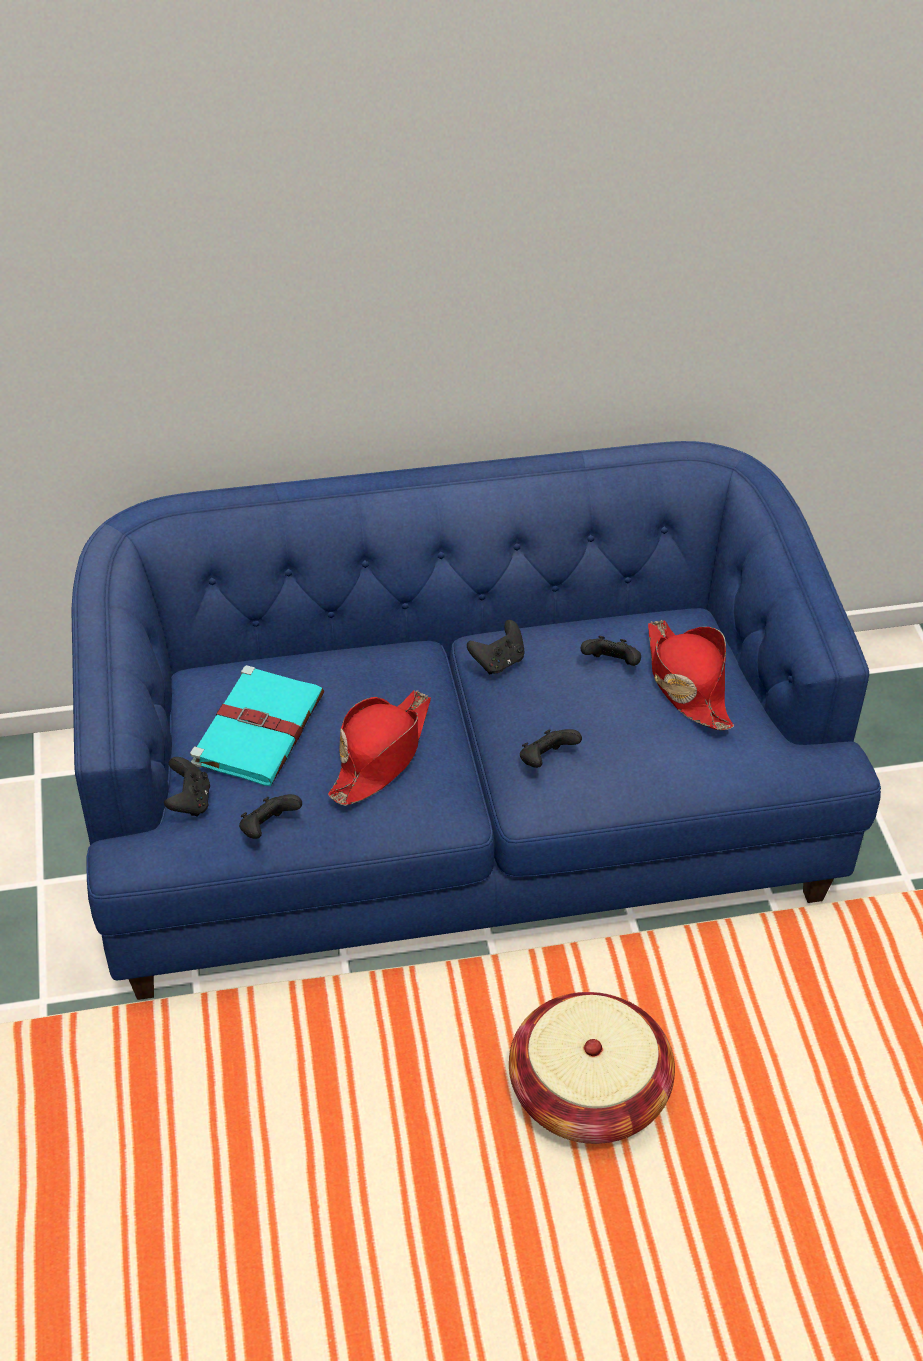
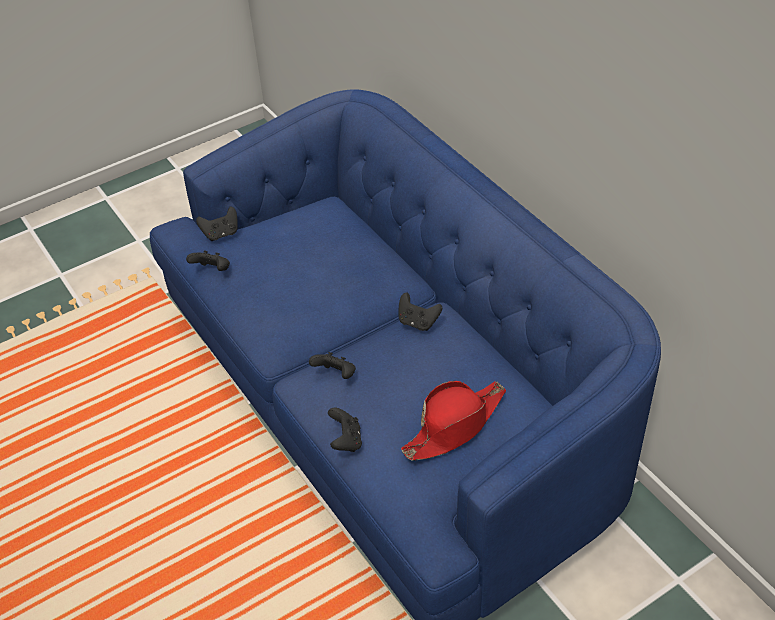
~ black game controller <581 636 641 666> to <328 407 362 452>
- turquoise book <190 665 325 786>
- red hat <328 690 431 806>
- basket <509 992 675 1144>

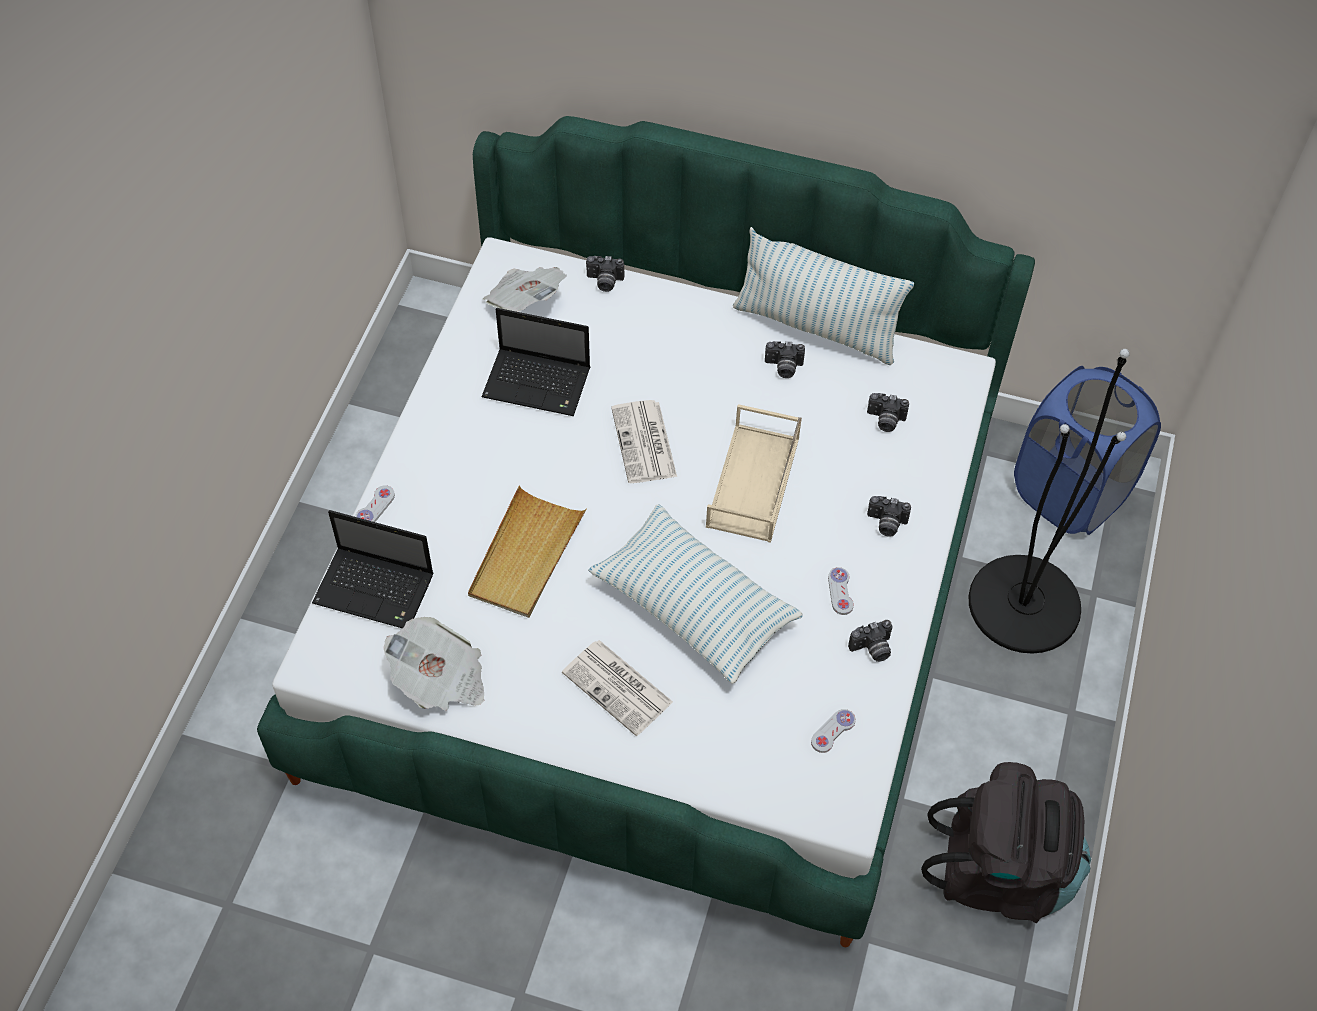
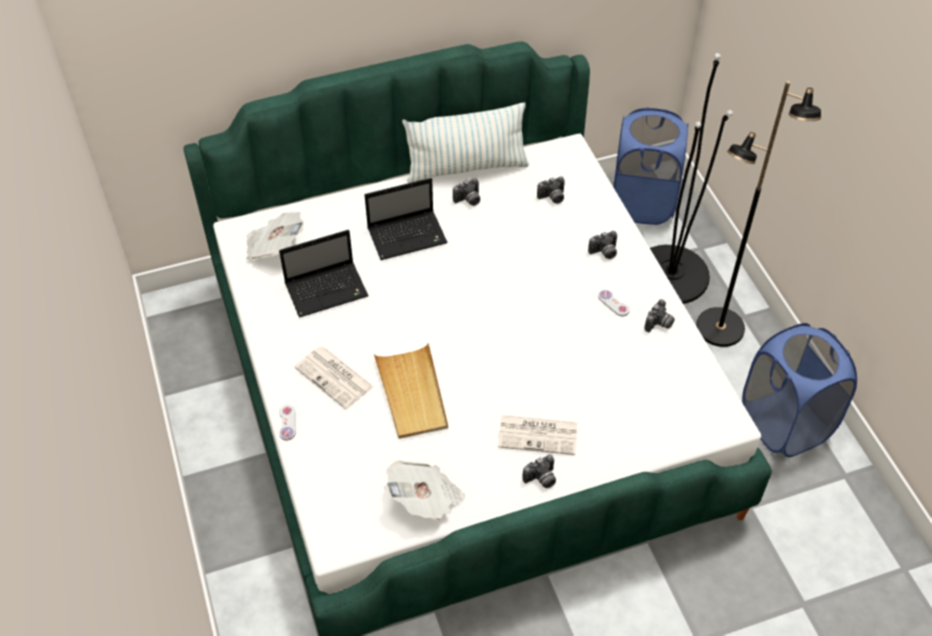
~ photo camera <586 256 624 292> to <522 455 556 488>
~ newspaper <611 400 677 483> to <295 346 374 409>
- beige tray <706 404 802 543>
- pillow <588 504 803 684>
~ laptop <312 510 434 629> to <365 178 448 260>
- white game controller <811 709 856 753>
~ black backpack <921 762 1091 923> to blue laundry basket <742 323 857 457>
+ black floor lamp <696 81 821 347>

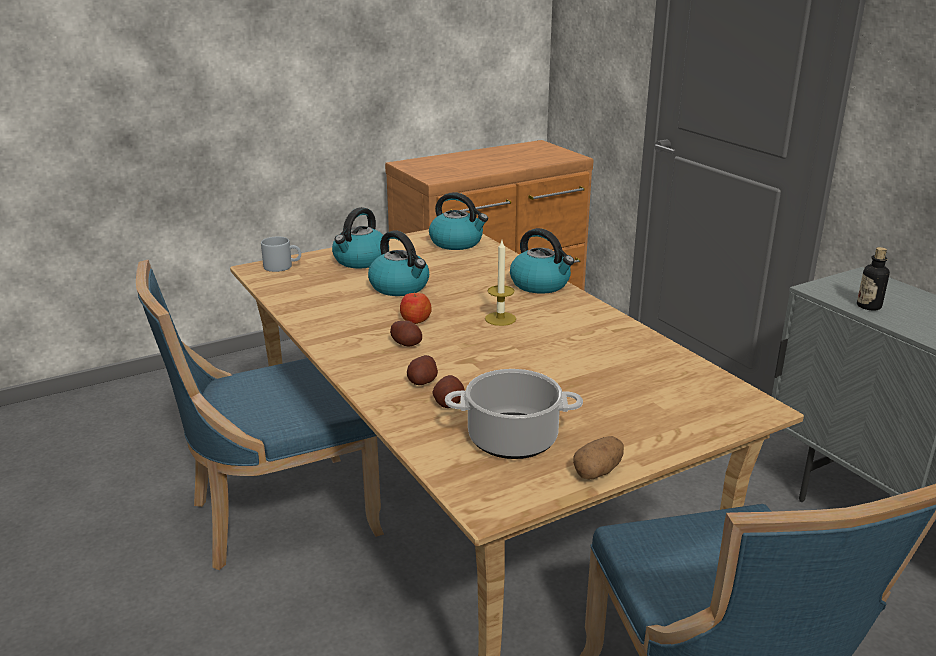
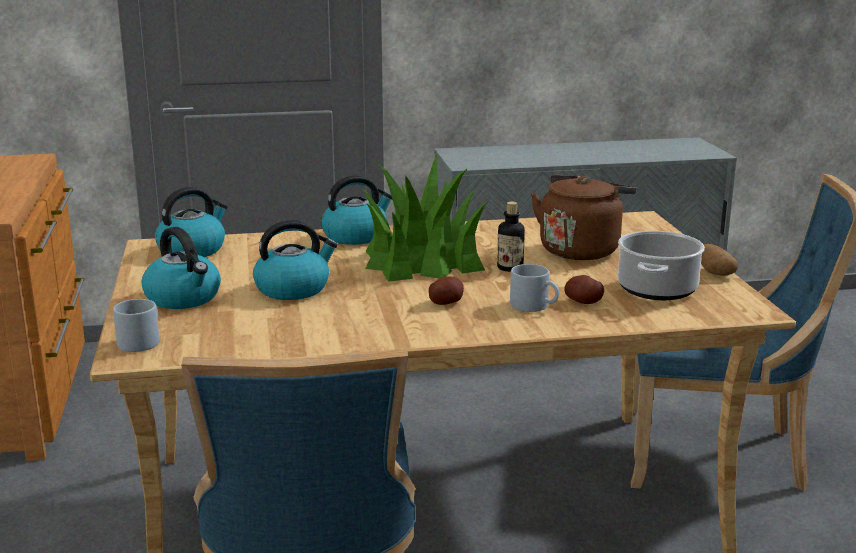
~ candle <485 241 516 326> to potted plant <363 154 487 282>
~ bottle <857 247 890 311> to <497 202 525 272>
- apple <400 291 432 324>
~ potato <407 355 438 385> to grey mug <510 264 559 312>
+ brown kettle <531 175 636 260>

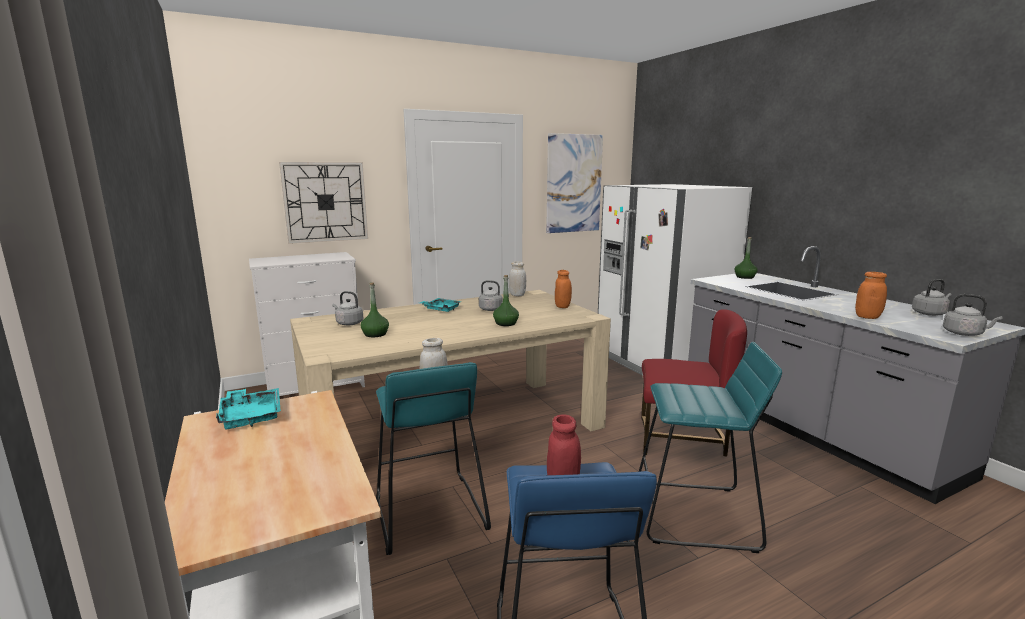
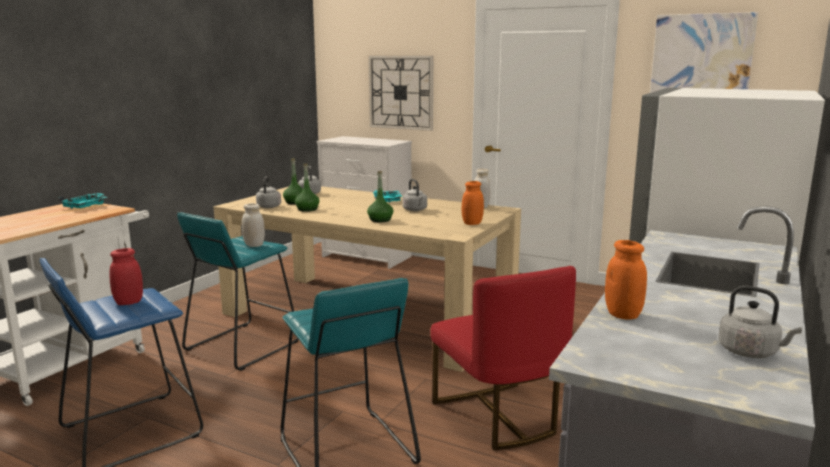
~ green bottle <734 237 758 279> to <295 163 320 212>
~ grey kettle <943 294 1002 336> to <256 176 281 208>

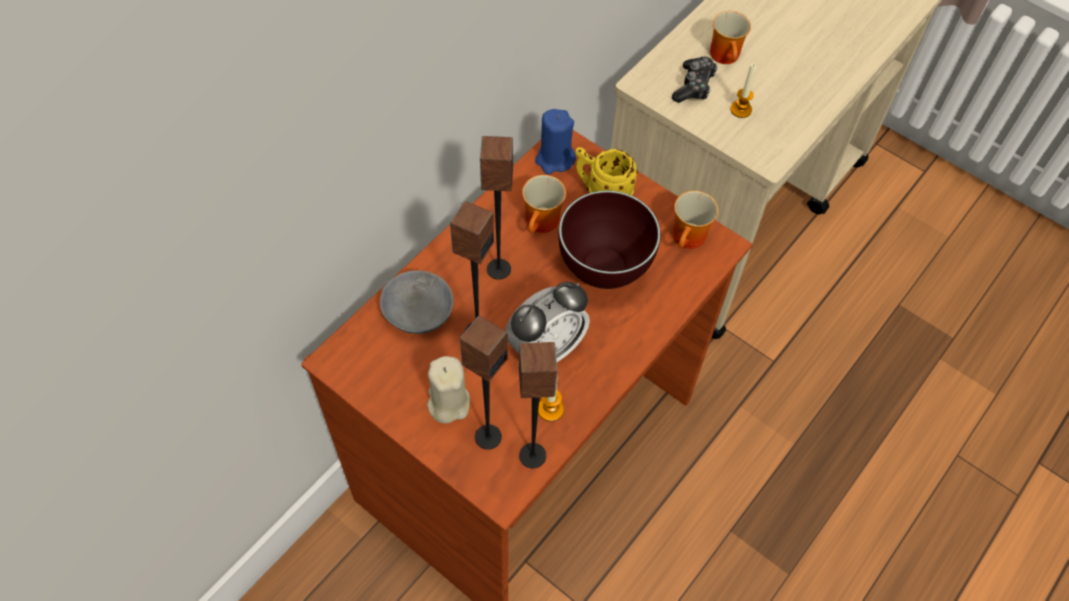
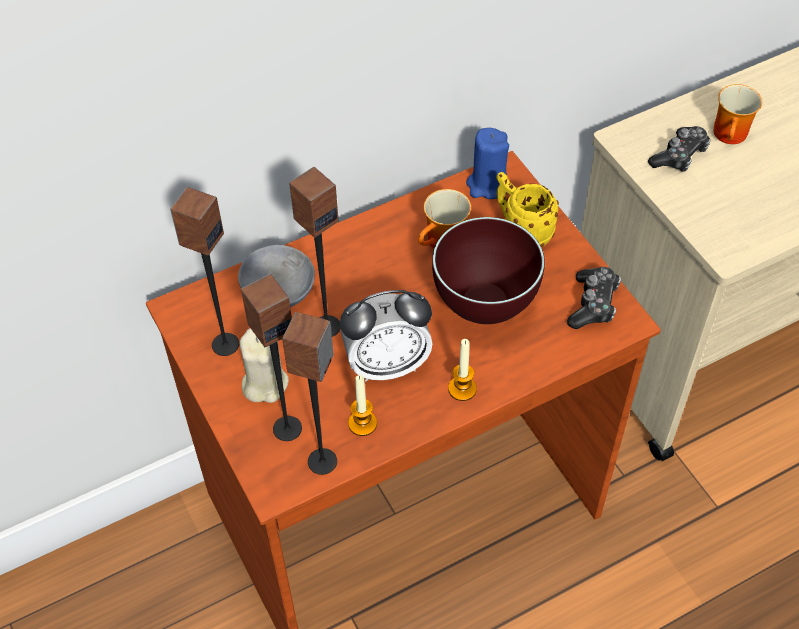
~ candle <730 63 757 118> to <448 339 477 401>
~ speaker <480 136 513 280> to <170 187 239 356>
~ mug <672 191 719 249> to game controller <567 267 621 329>

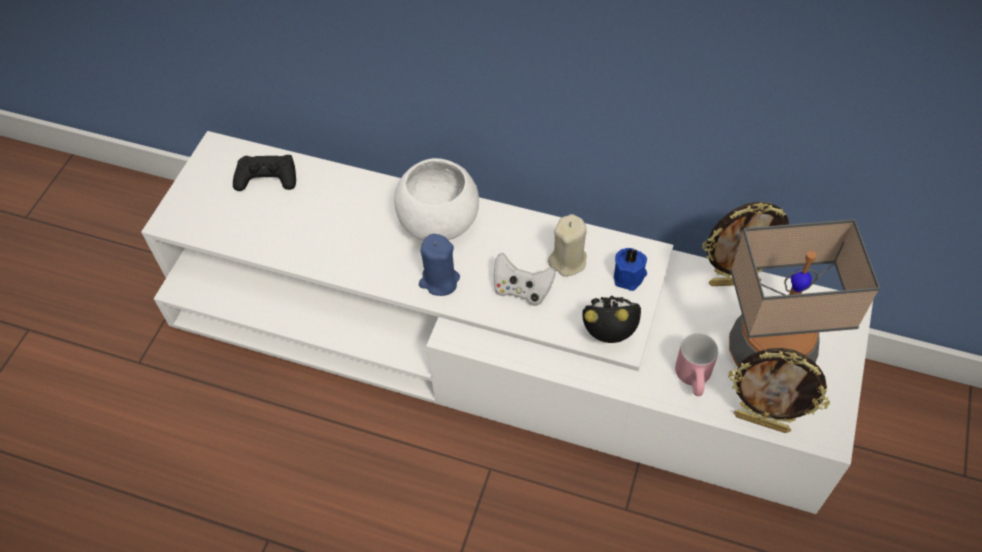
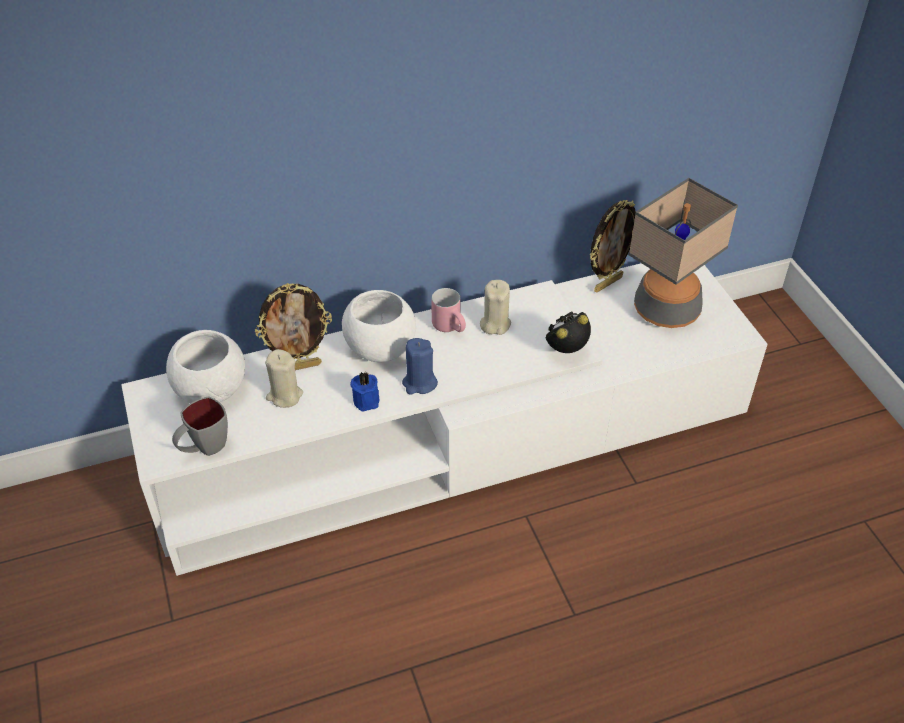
~ black game controller <233 155 296 191> to white bowl <166 330 245 403>
~ blue candle <614 248 647 291> to <350 372 379 412>
- white game controller <494 253 556 306>
~ pink mug <675 333 718 396> to <431 288 466 332>
~ picture frame <728 348 830 433> to <255 283 332 370>
+ beige candle <265 349 303 408>
+ grey mug <172 397 228 456>

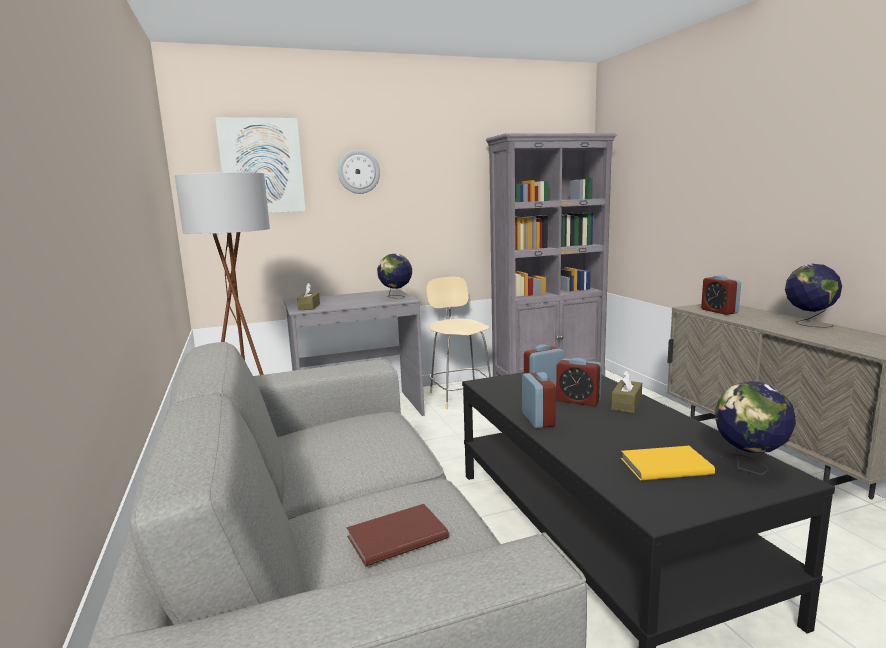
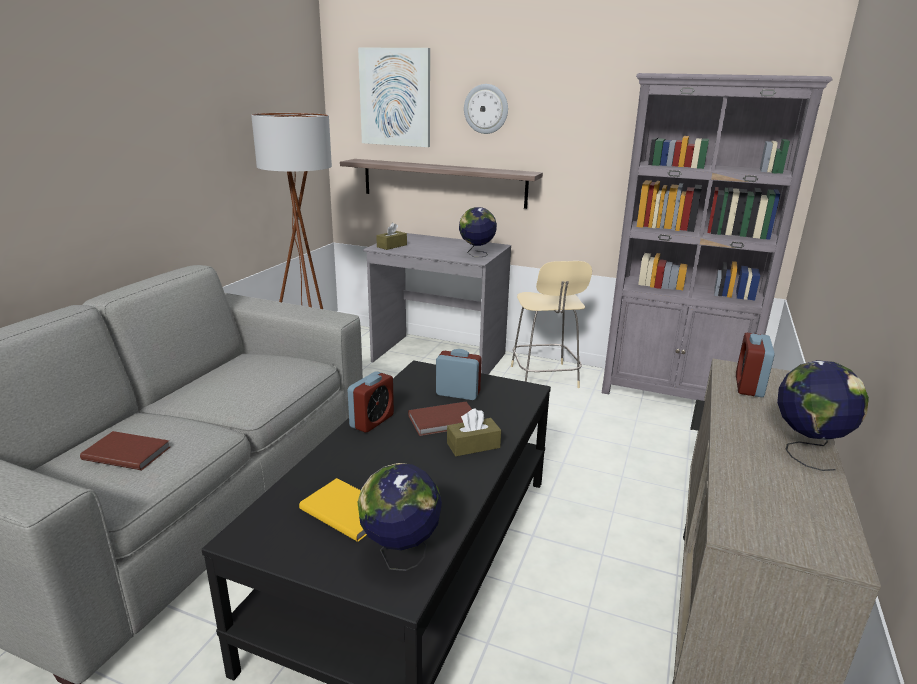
~ beige chair <426 277 491 409> = <511 261 592 388> 150 degrees clockwise
~ alarm clock <556 358 602 406> to brown book <408 402 472 436>
+ shelf <340 159 543 209>

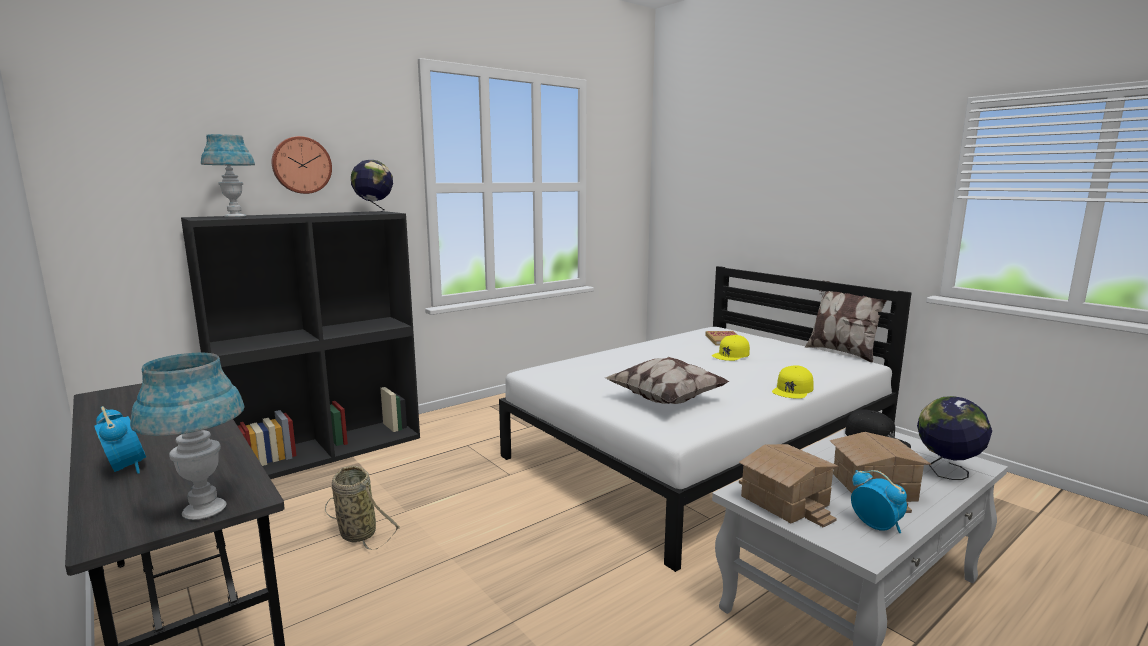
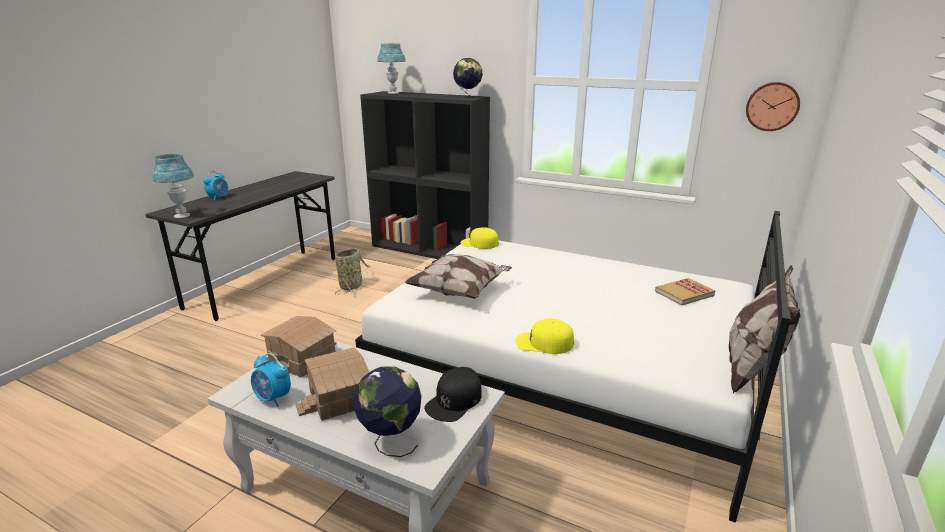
~ wall clock <272 136 332 194> to <746 82 800 131>
~ yellow cap <712 335 750 361> to <461 227 499 249>
~ alarm clock <851 470 907 533> = <251 353 291 407> 90 degrees clockwise

